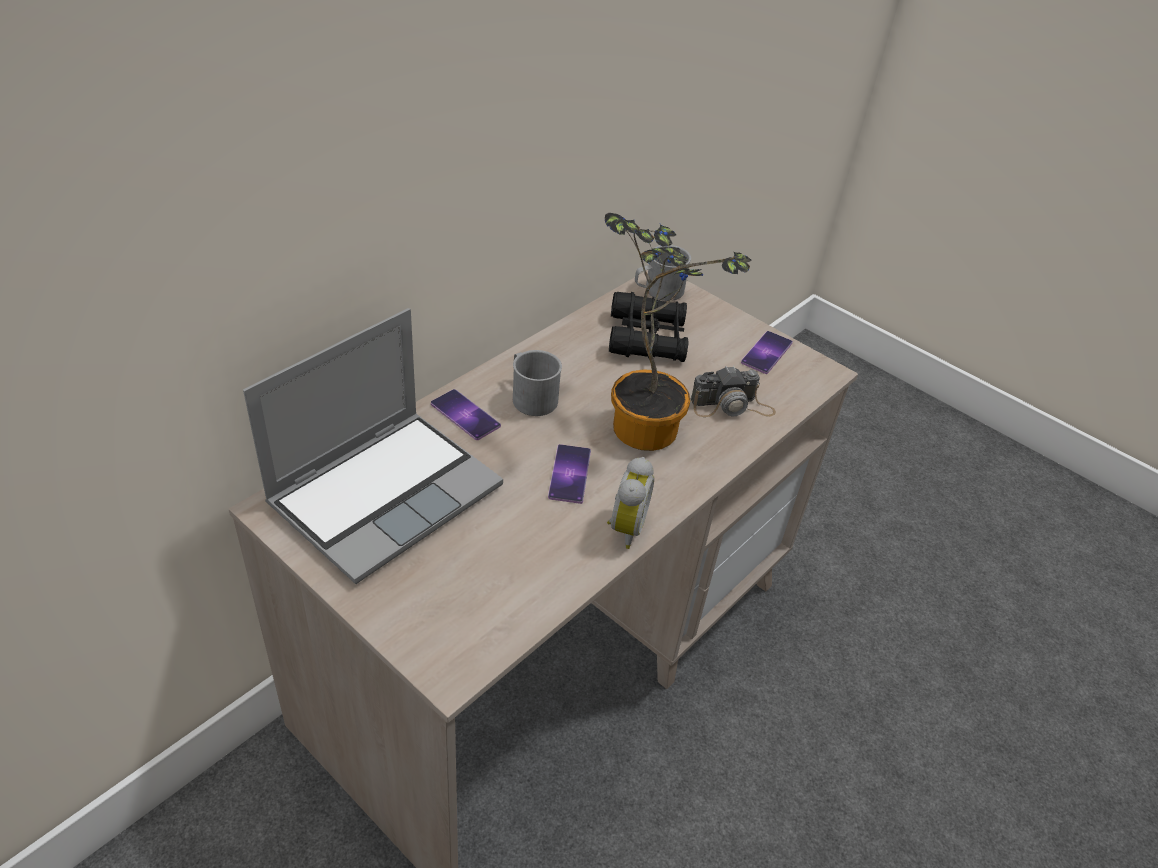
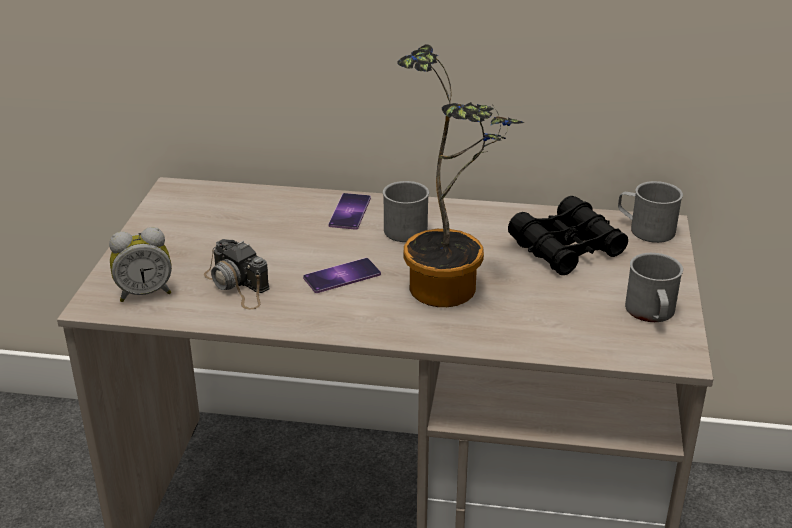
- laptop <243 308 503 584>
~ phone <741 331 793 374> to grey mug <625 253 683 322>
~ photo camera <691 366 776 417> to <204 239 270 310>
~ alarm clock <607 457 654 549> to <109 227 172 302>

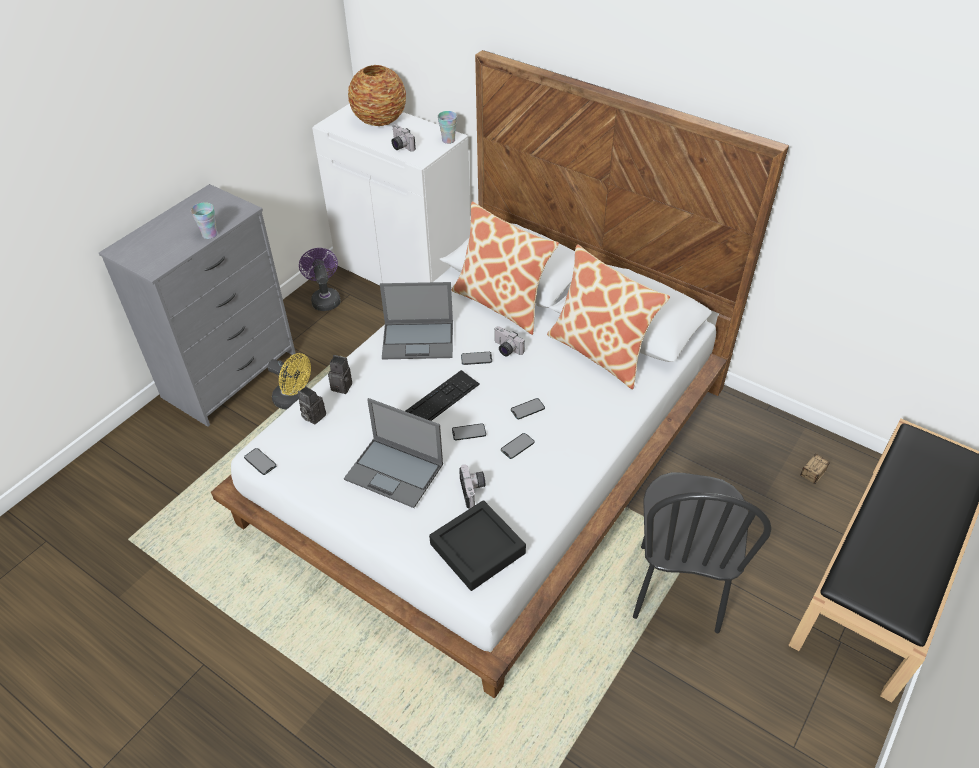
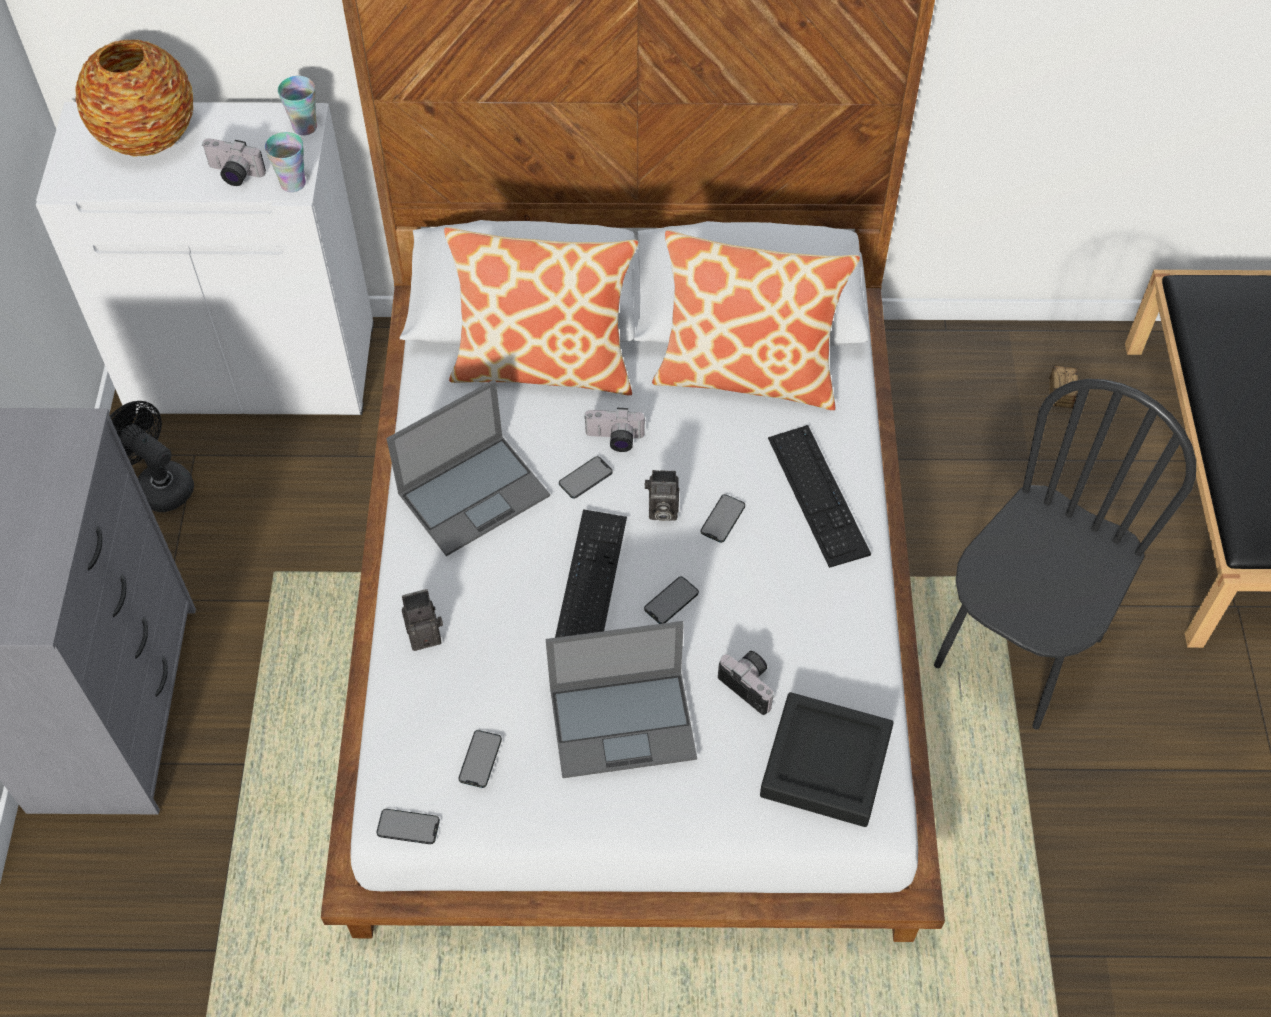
~ cup <191 203 218 239> to <265 132 306 192>
~ purple fan <299 248 341 311> to black fan <110 401 194 512>
- yellow fan <268 353 311 409>
~ photo camera <298 386 326 425> to <645 470 680 521>
~ phone <501 433 535 459> to <458 730 502 788>
~ black chair <633 472 772 633> = <934 379 1196 729> 120 degrees counterclockwise
+ keyboard <768 425 871 568>

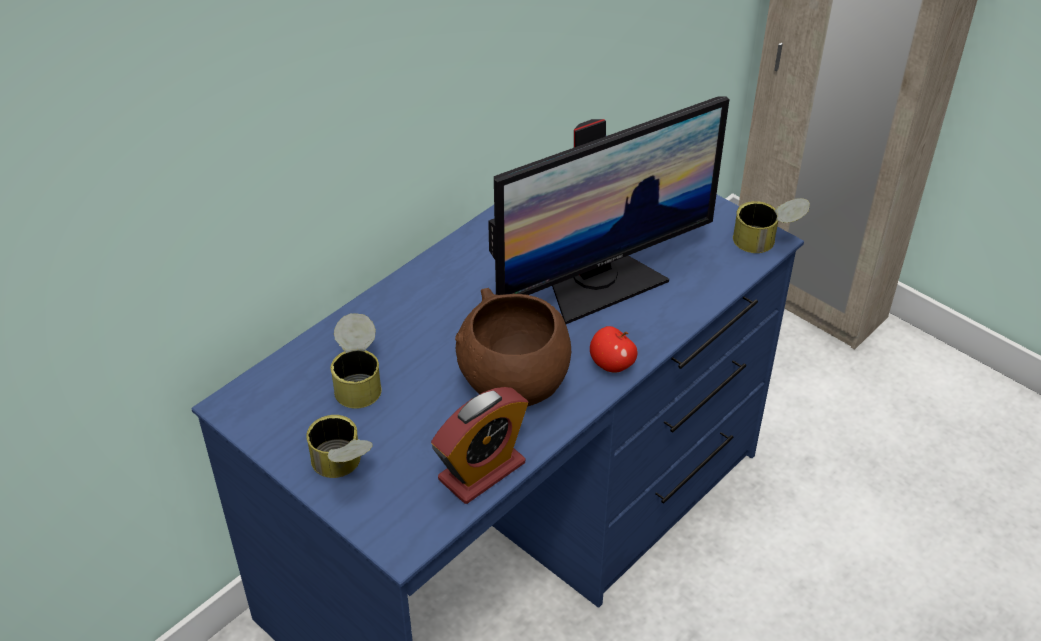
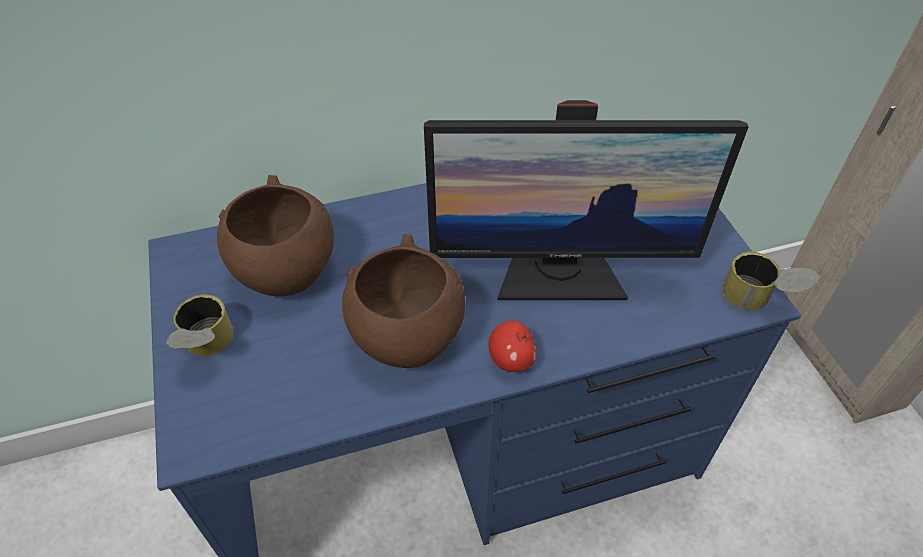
~ can <330 313 382 409> to brown bowl <217 175 334 296>
- alarm clock <431 387 528 504>

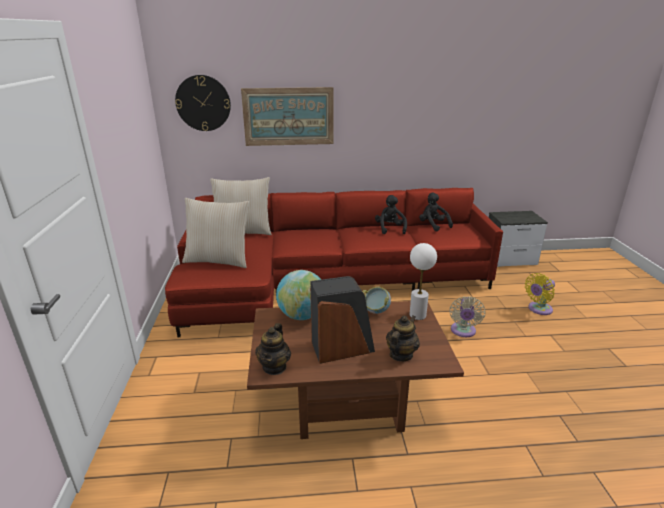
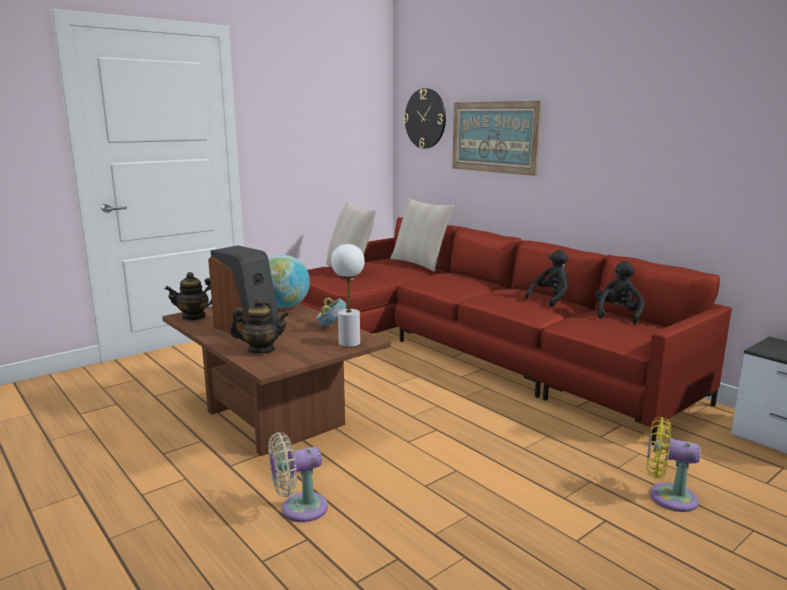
~ beige fan <450 296 485 337> to <268 432 328 522>

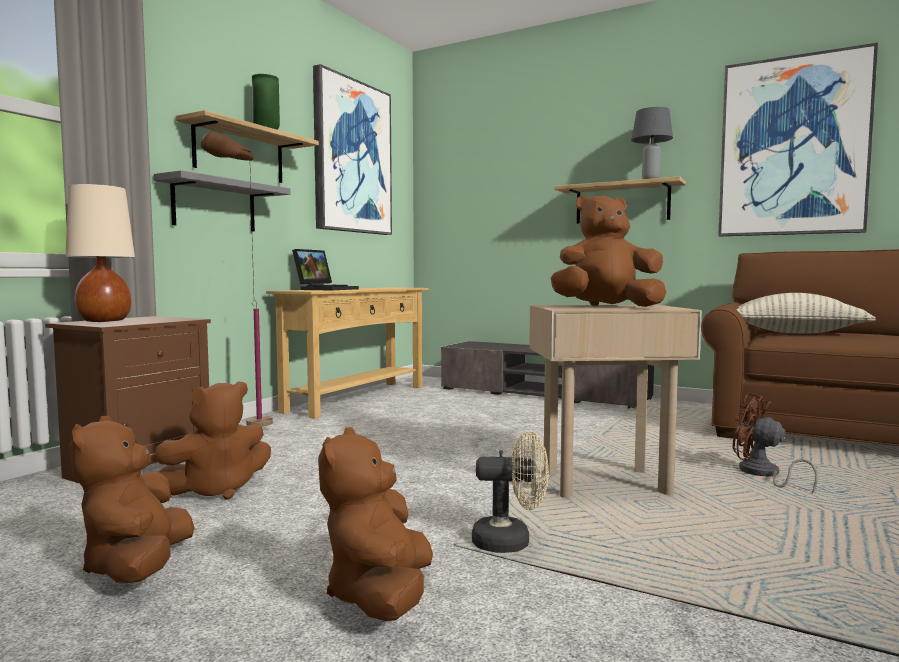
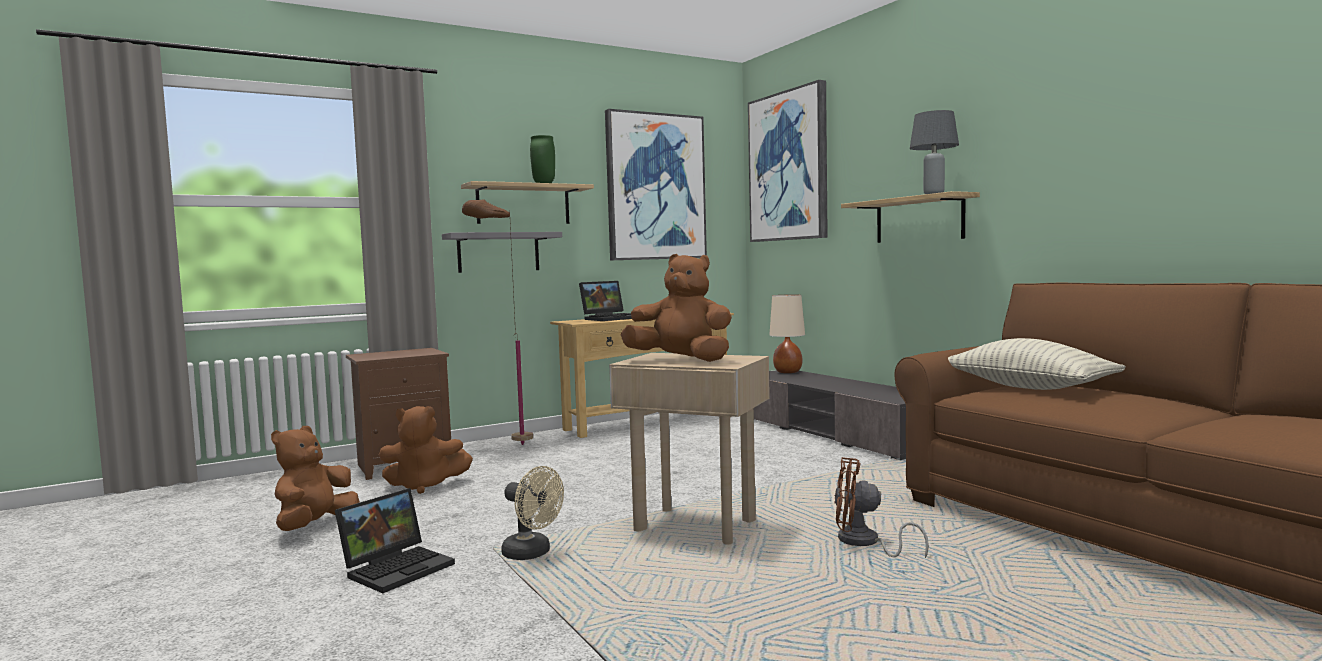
~ picture <718 43 878 236> to <748 80 828 242>
~ beige table lamp <66 184 135 322> to <769 294 805 373>
~ brown fan <732 393 818 494> = <834 457 929 558> 60 degrees counterclockwise
~ brown plush toy <318 427 433 621> to laptop <335 488 455 593>

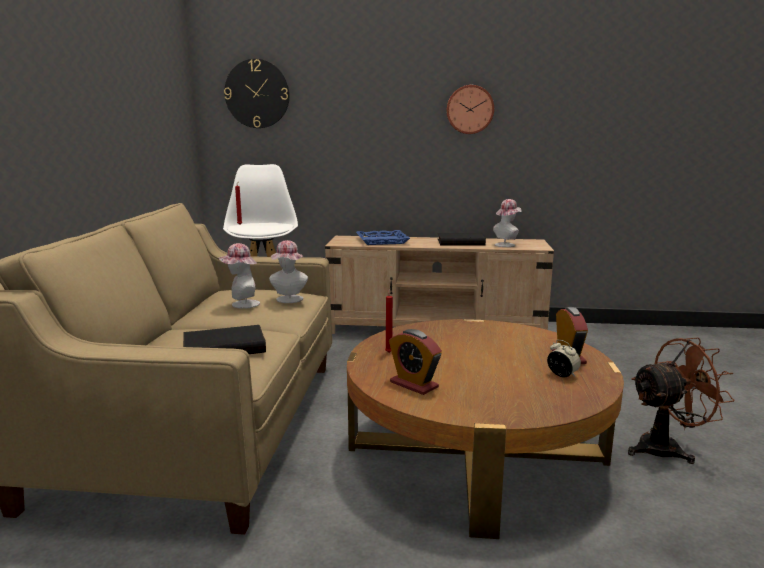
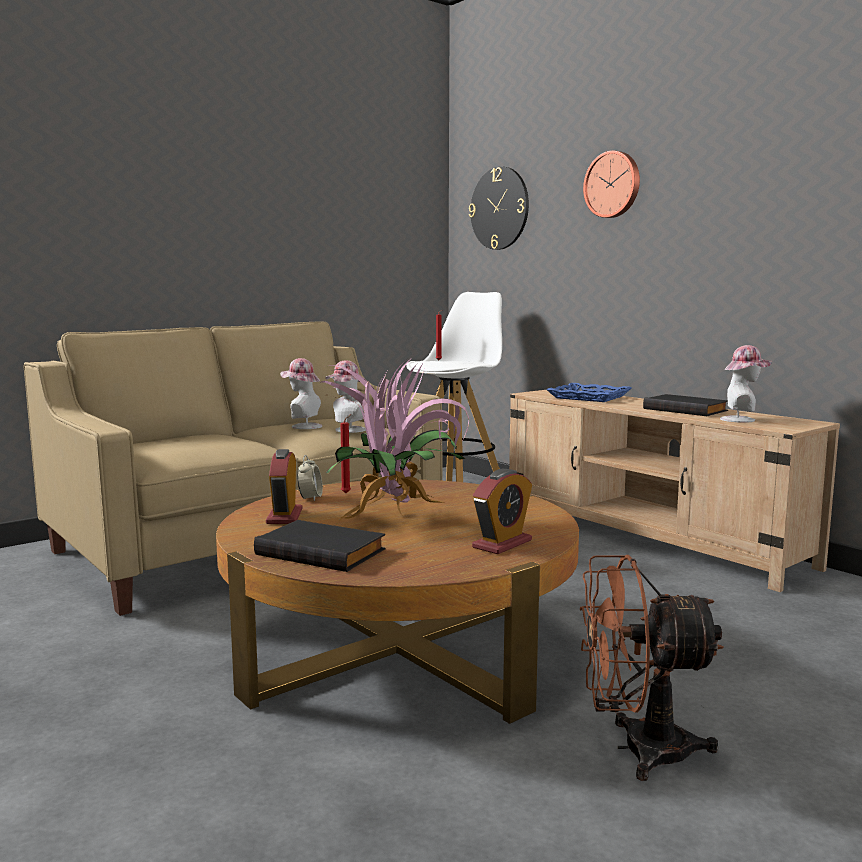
~ wall clock <447 85 494 134> to <583 150 640 218>
~ black book <183 325 266 354> to <254 520 386 572>
~ brown fan <628 338 734 464> = <580 555 723 781> 150 degrees clockwise
~ alarm clock <547 340 581 378> to <297 455 323 501>
+ potted plant <320 357 469 522>

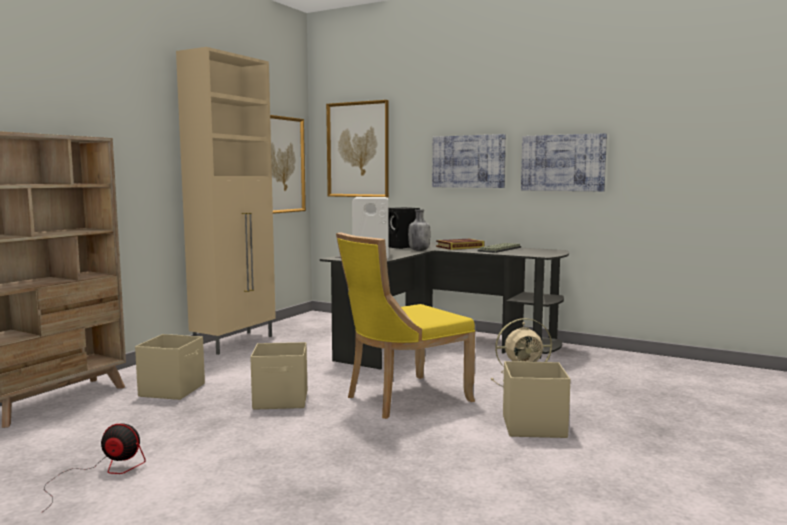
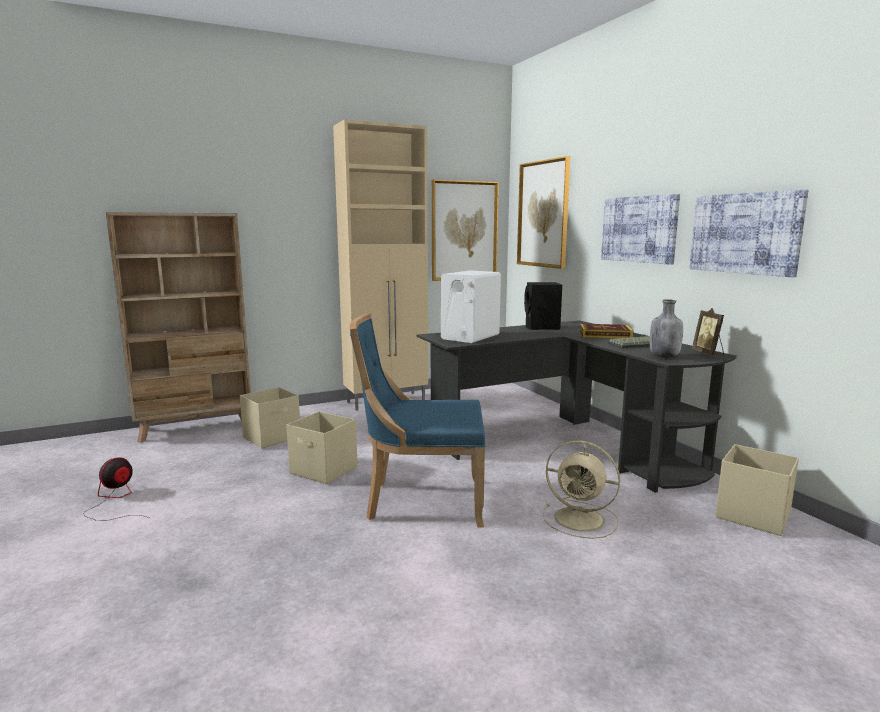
~ grey bottle <408 209 430 251> to <650 299 683 358>
~ yellow chair <336 232 475 419> to blue chair <350 313 485 528>
~ beige storage box <503 361 570 438> to <715 444 799 536>
~ fan <44 423 146 511> = <84 457 149 521> 105 degrees counterclockwise
+ picture frame <692 308 724 356>

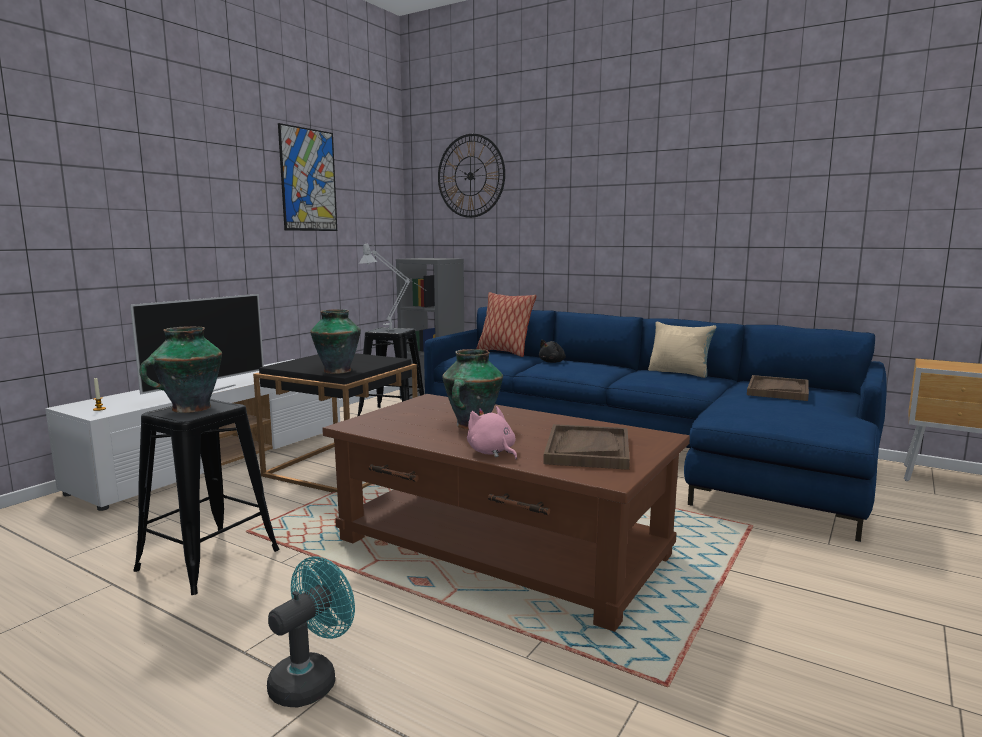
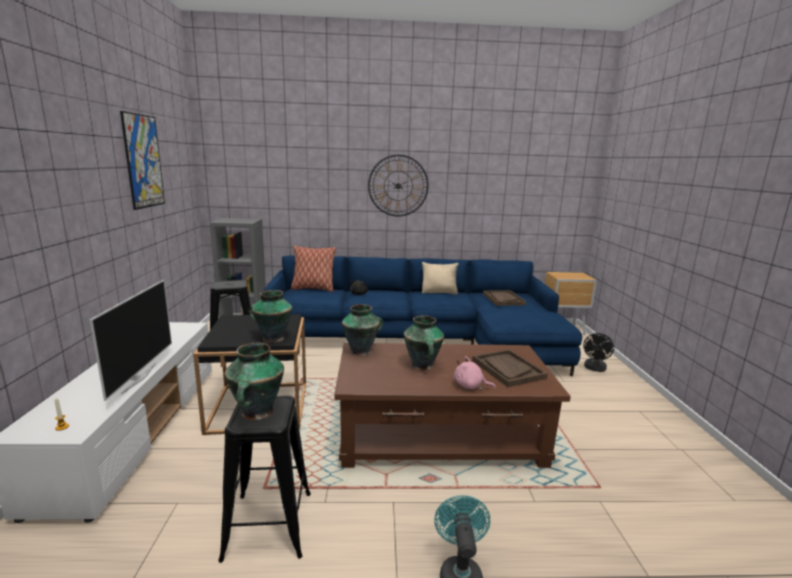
~ wall clock <438 134 505 218> to <368 155 429 217>
- grey table lamp <359 244 426 329>
+ vase <342 304 383 356>
+ black fan <583 333 614 372>

